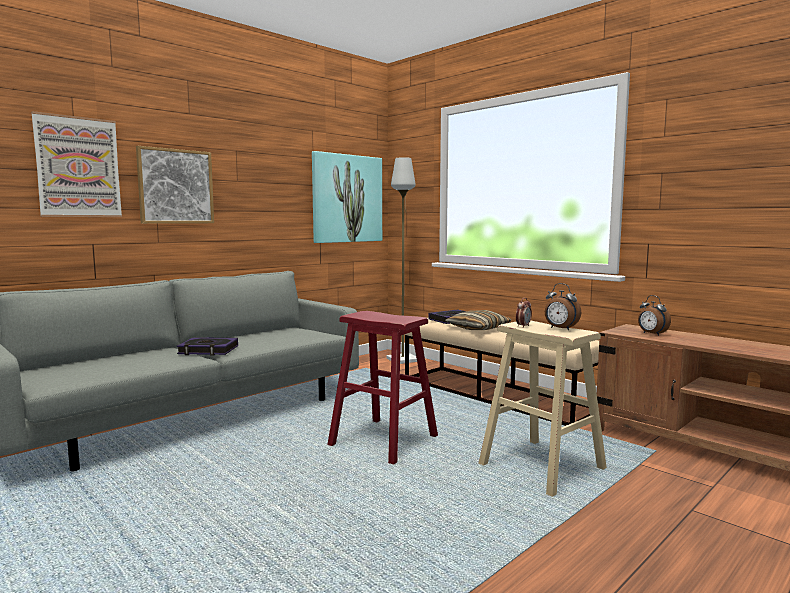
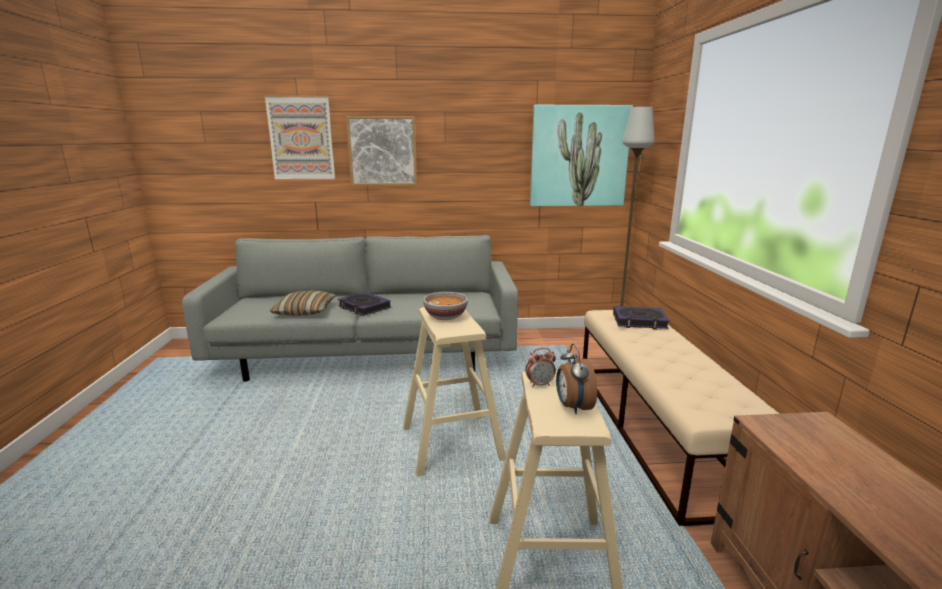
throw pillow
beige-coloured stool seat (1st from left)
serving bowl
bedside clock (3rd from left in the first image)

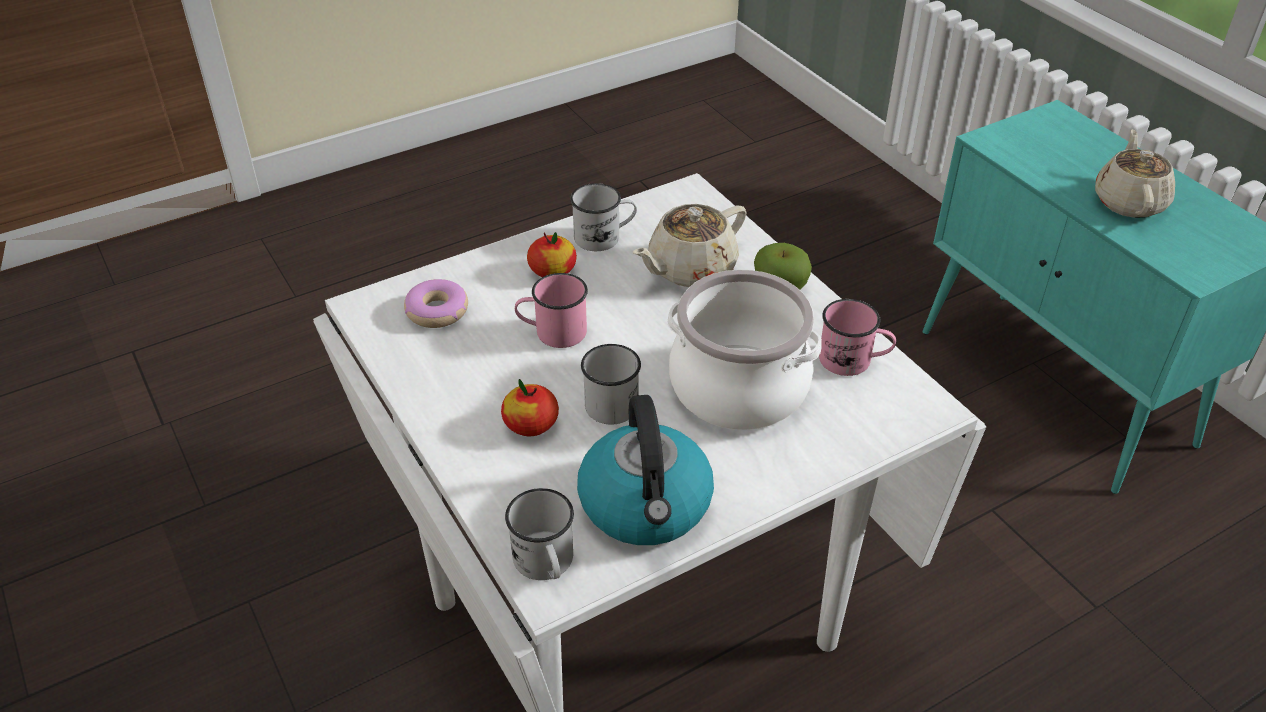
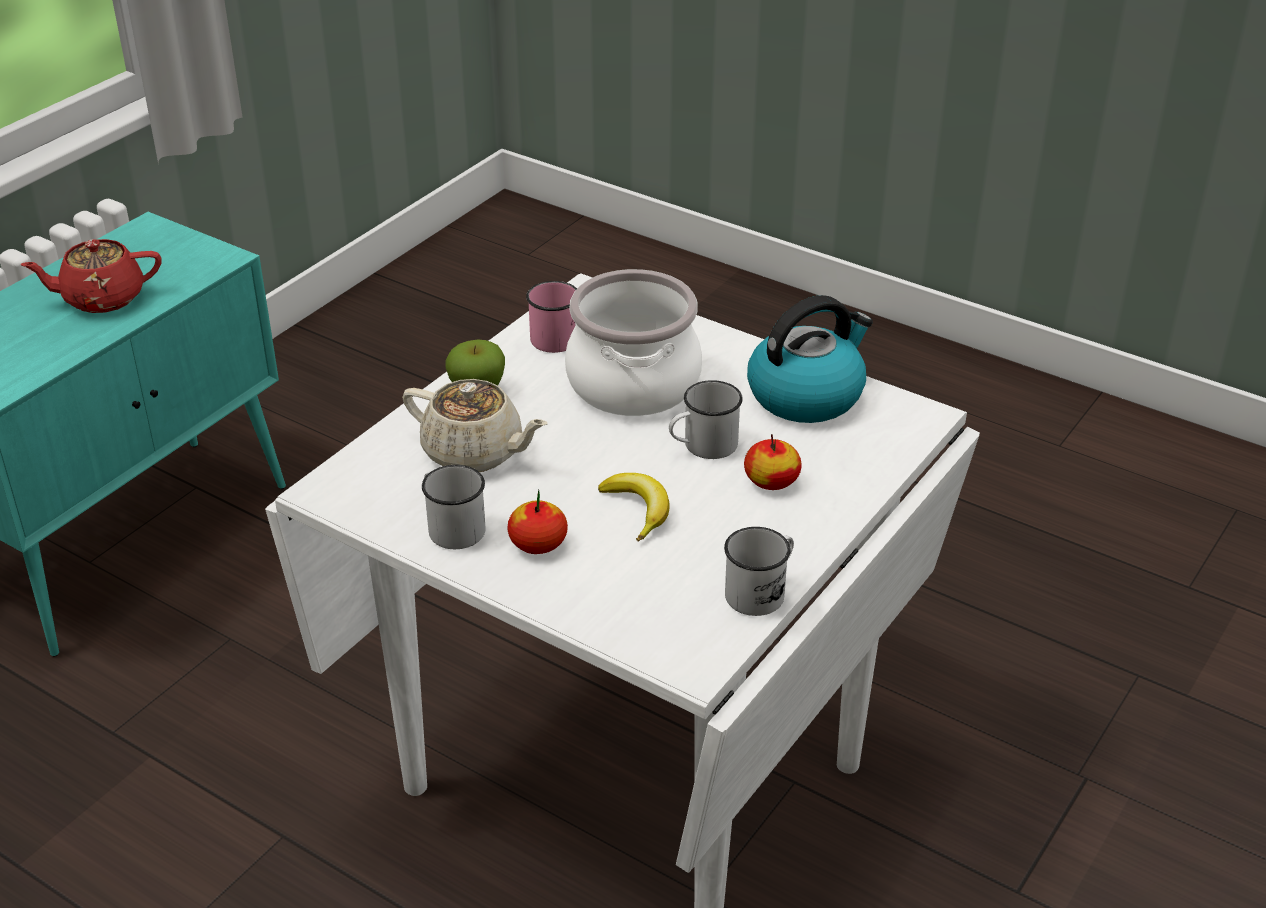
red teapot
banana
white-coloured coffee mug (3rd from left)
doughnut

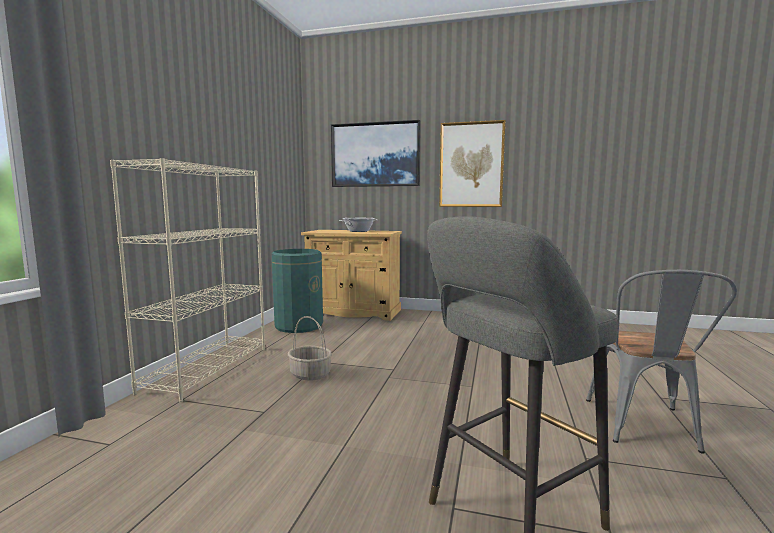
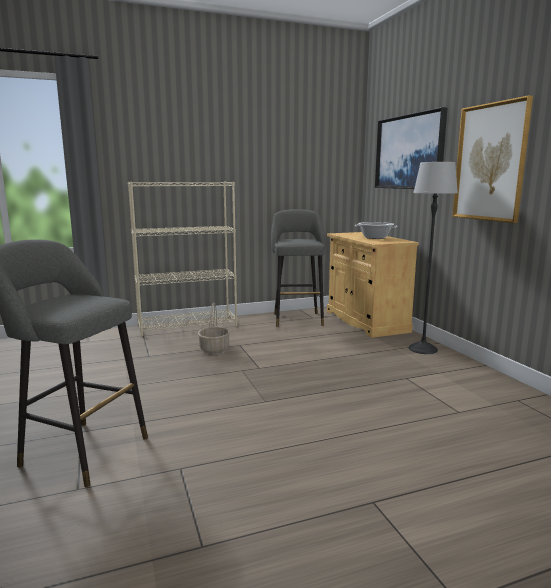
gray stool seat (2nd from left)
standard lamp
gray chair

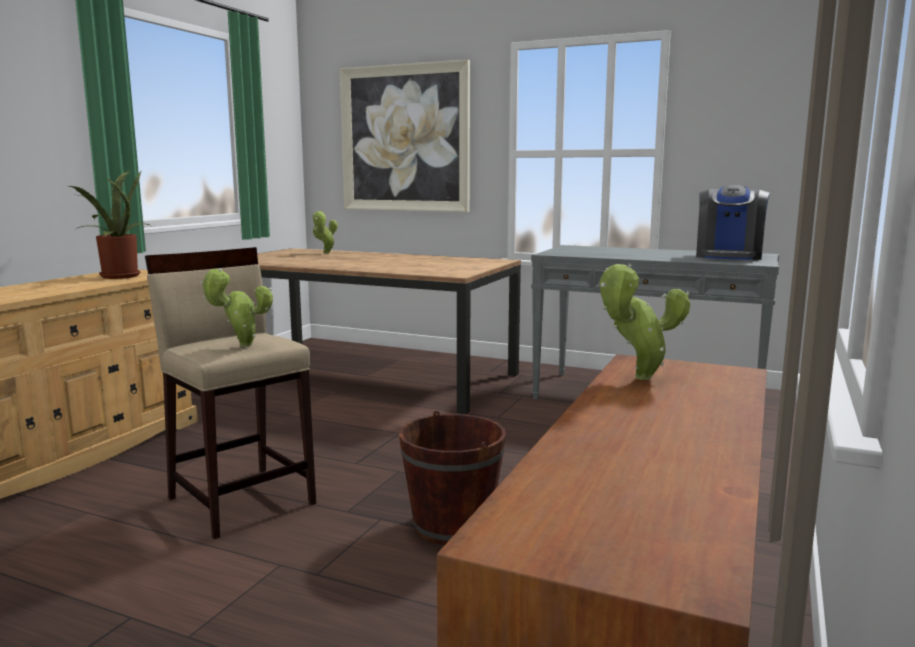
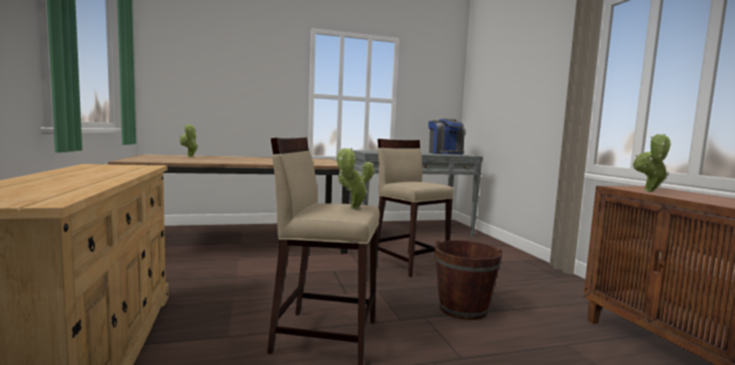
beige-coloured stool seat (2nd from left)
potted plant (1st from left in the first image)
wall art

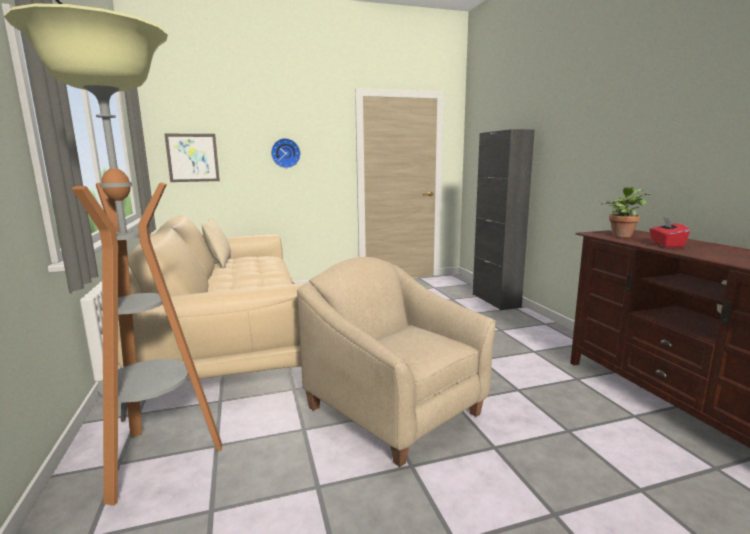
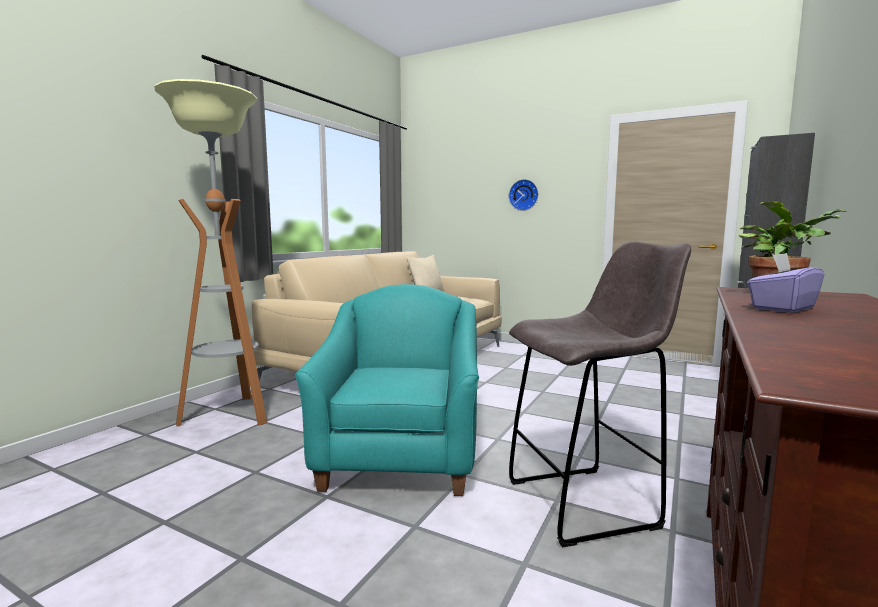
blue-green armchair
gray stool seat
purple-coloured tissue box
wall art

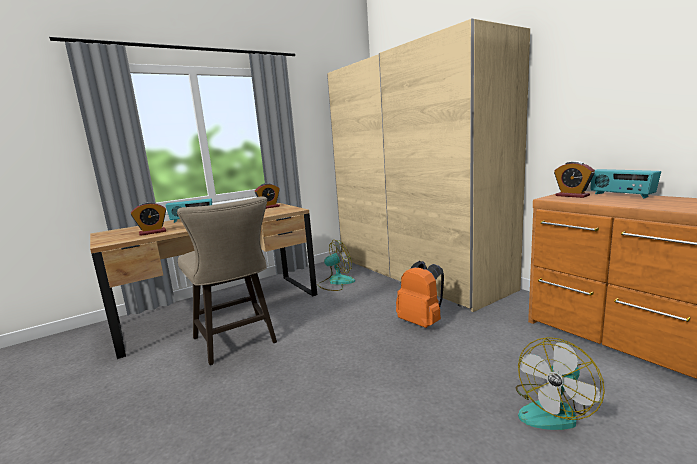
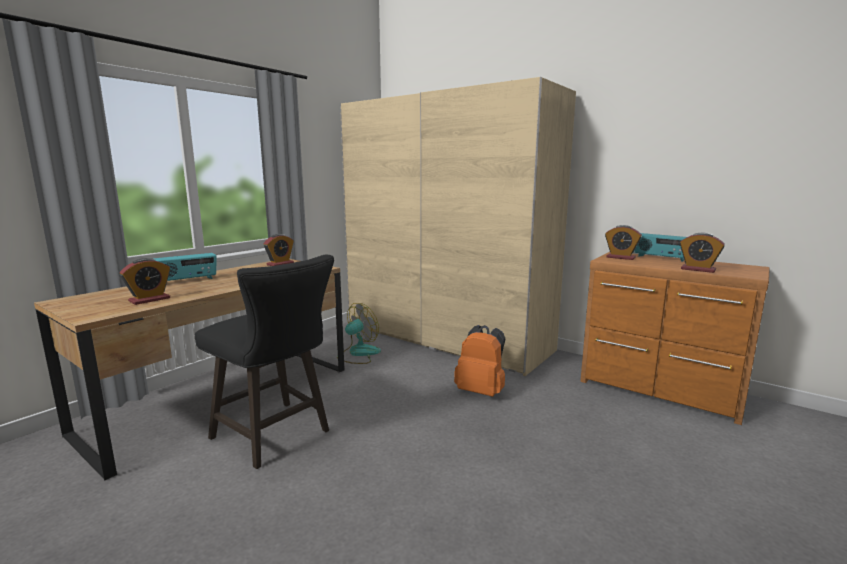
blackish stool seat
bedside clock (4th from left)
fan (2nd from left in the first image)

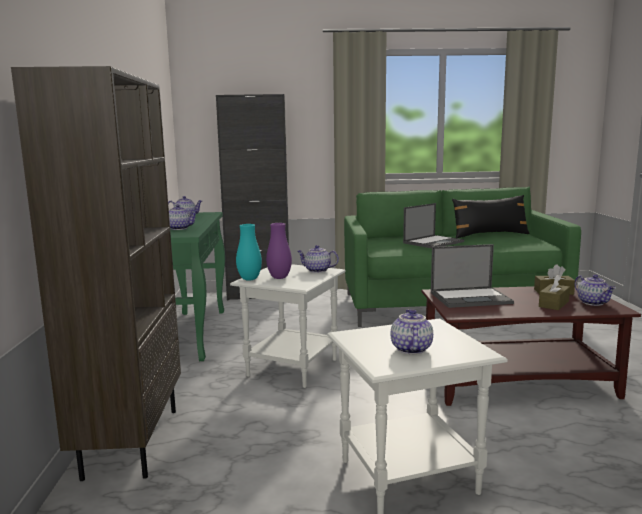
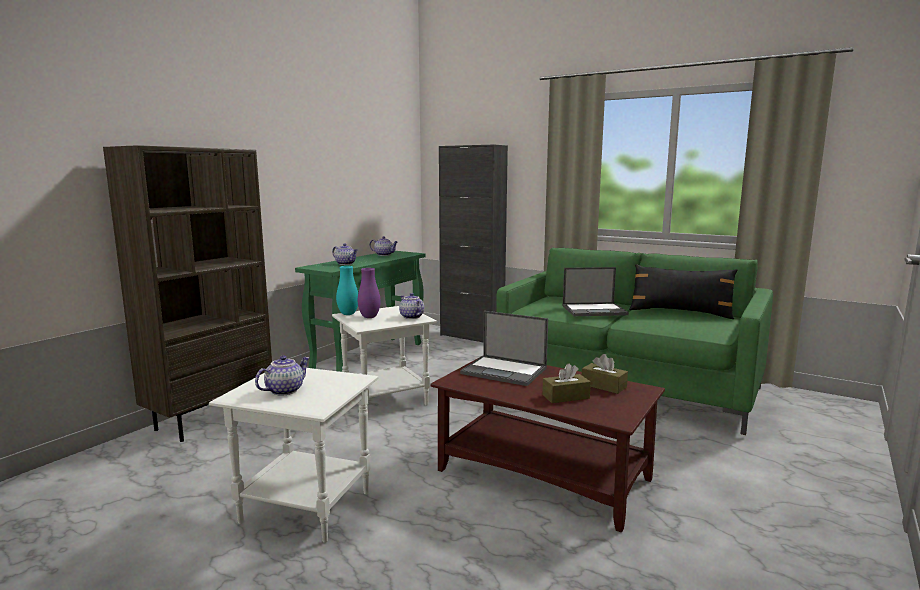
teapot (5th from left in the first image)

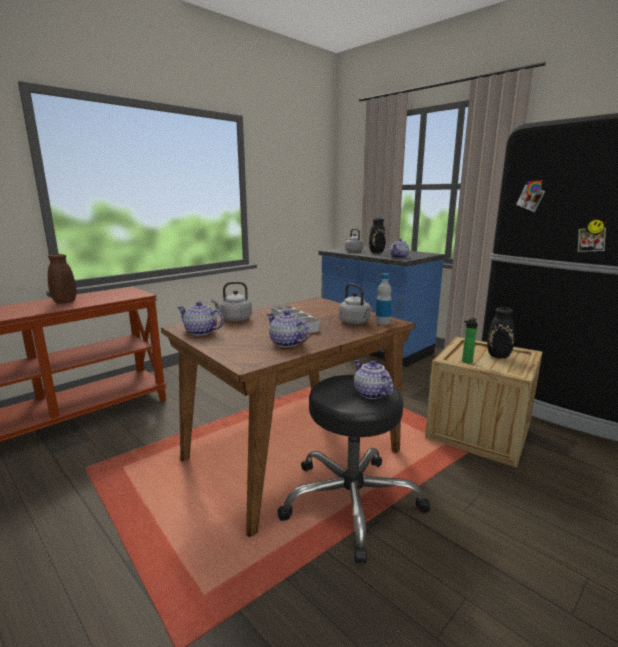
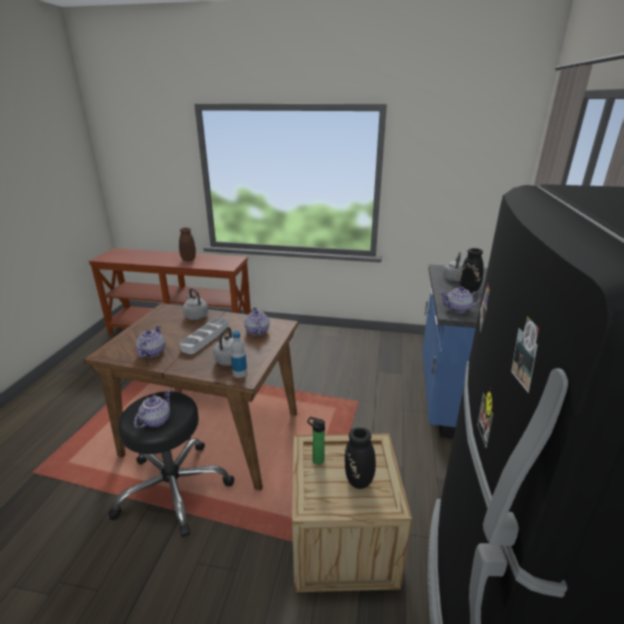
teapot (3rd from left)

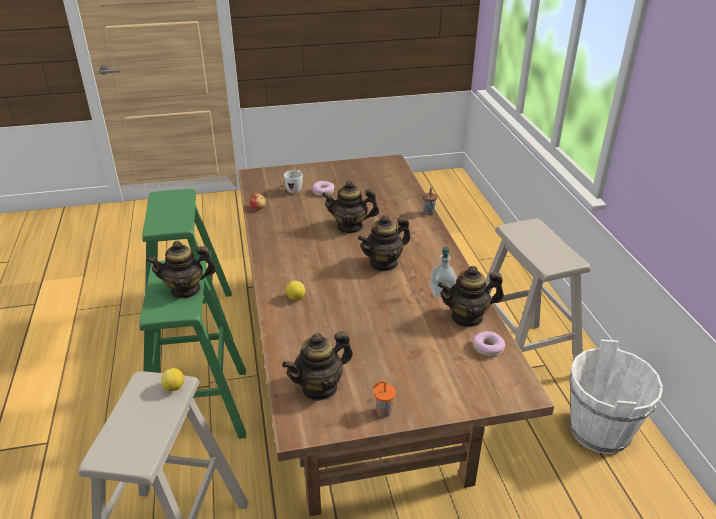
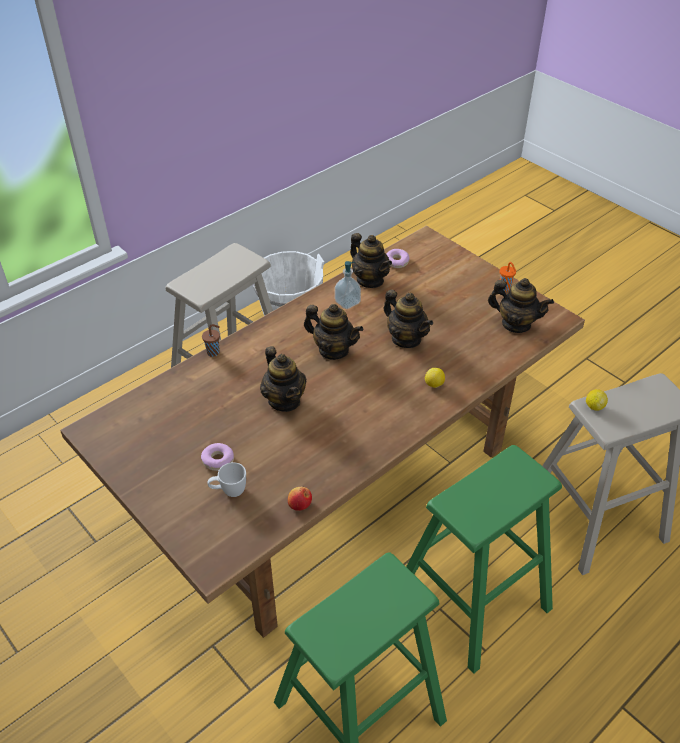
teapot (4th from left)

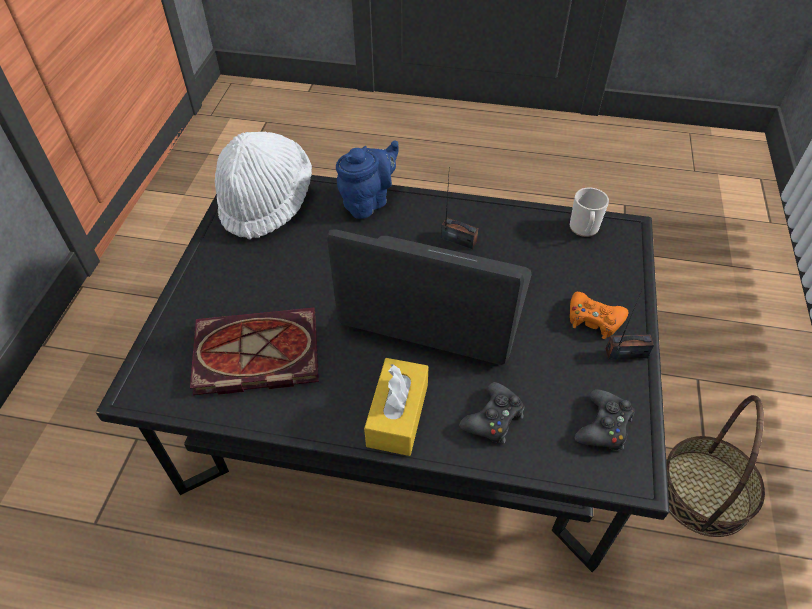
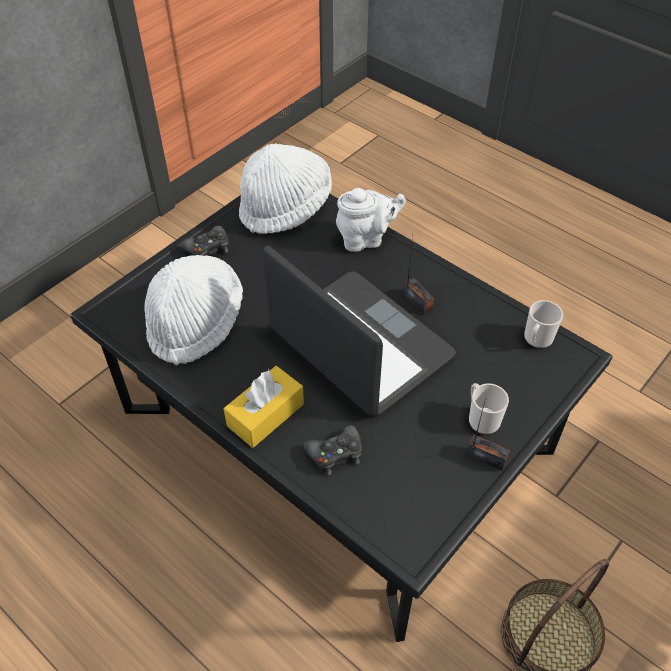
white-coloured hat (1st from left)
blackish gamepad (1st from left)
white-coloured teapot
coffee mug (1st from left)

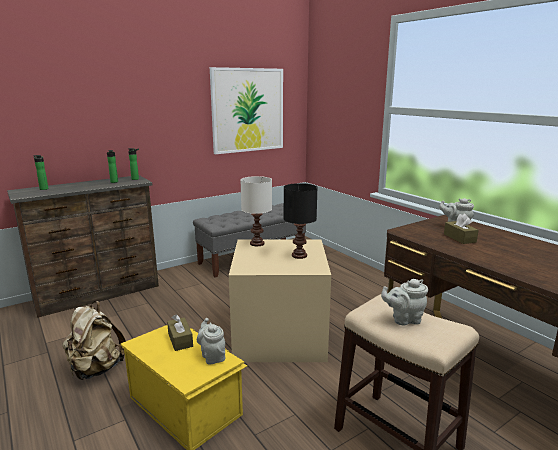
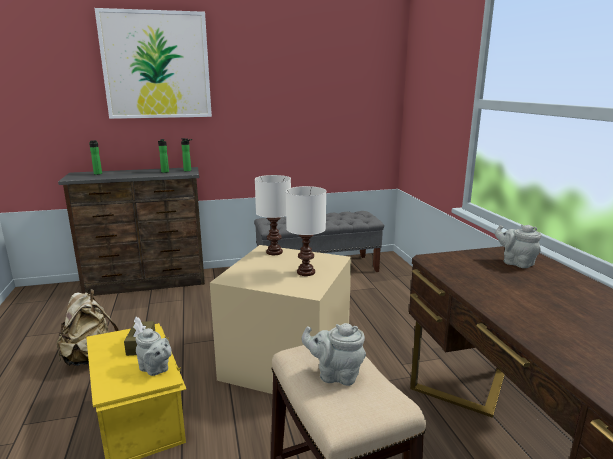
wall art
gray teapot (1st from left)
white-coloured tabletop lamp (2nd from left)
brownish tissue box (2nd from left in the first image)

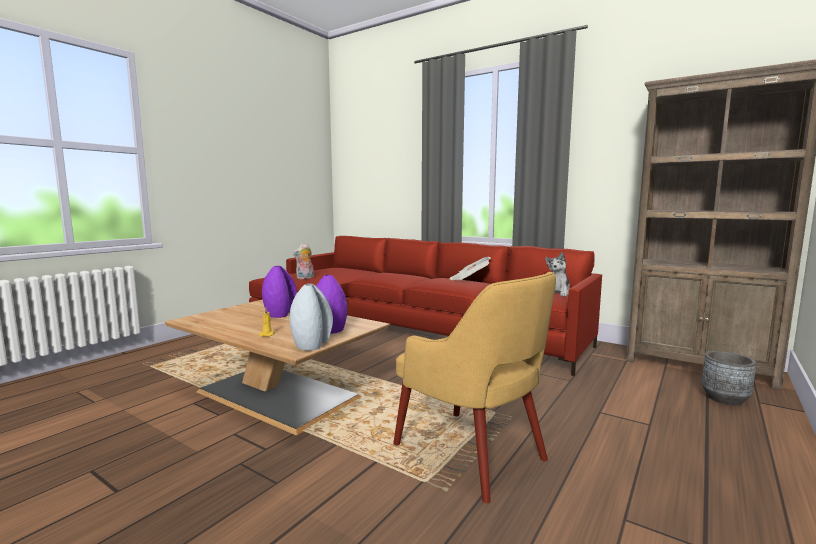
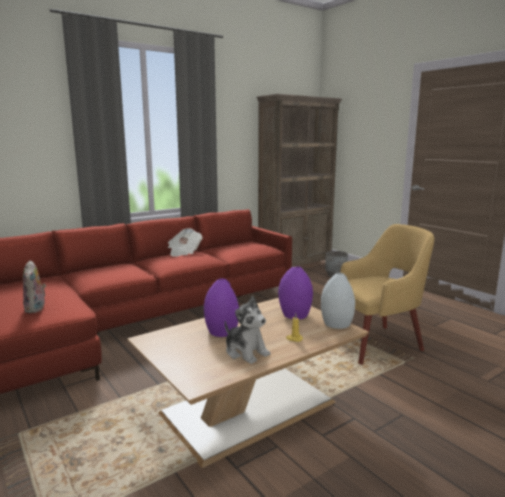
cuddly toy (2nd from left)

